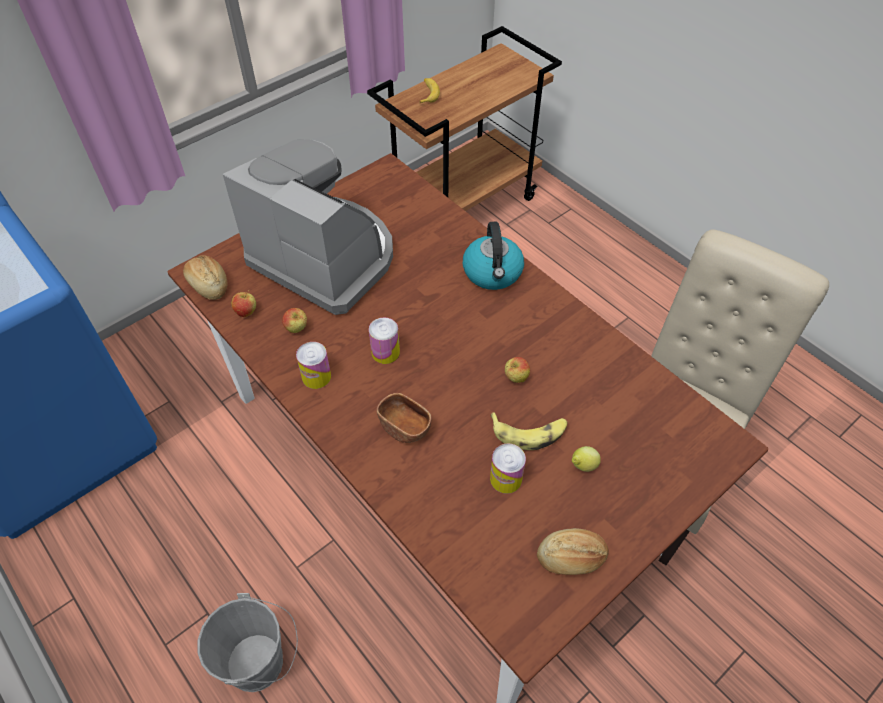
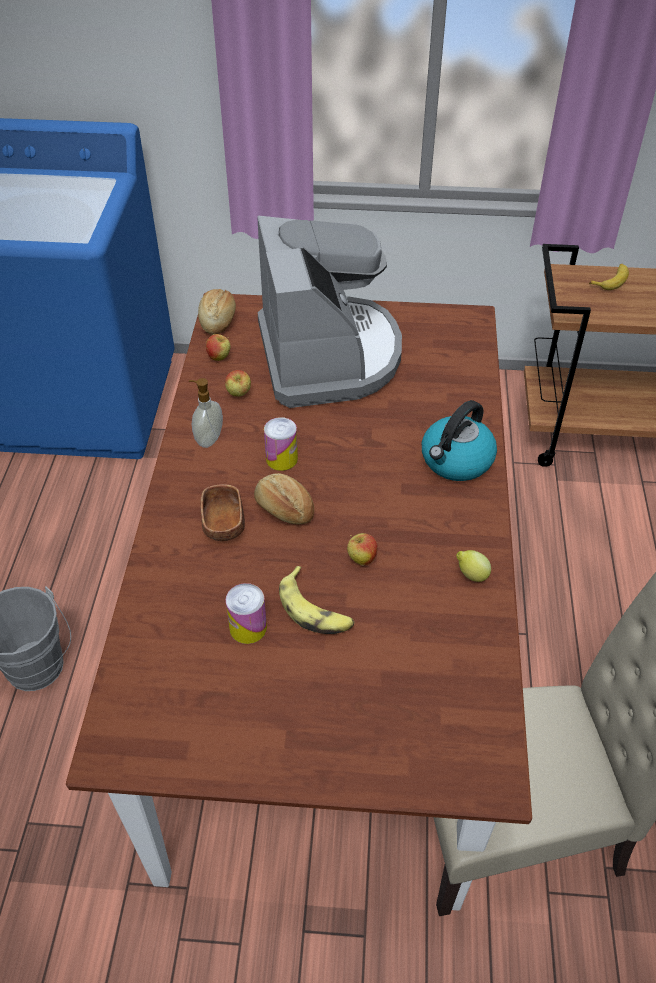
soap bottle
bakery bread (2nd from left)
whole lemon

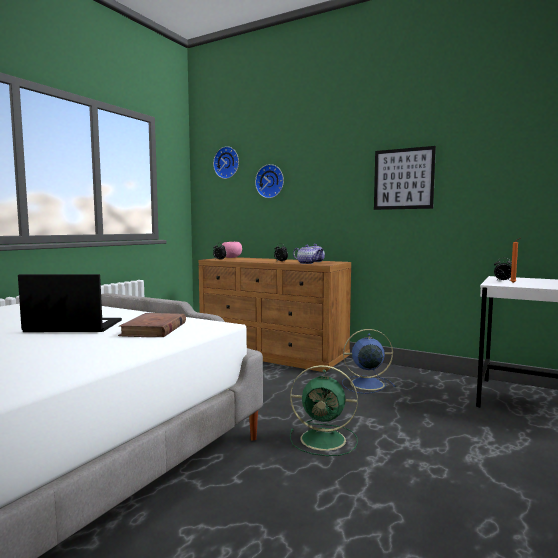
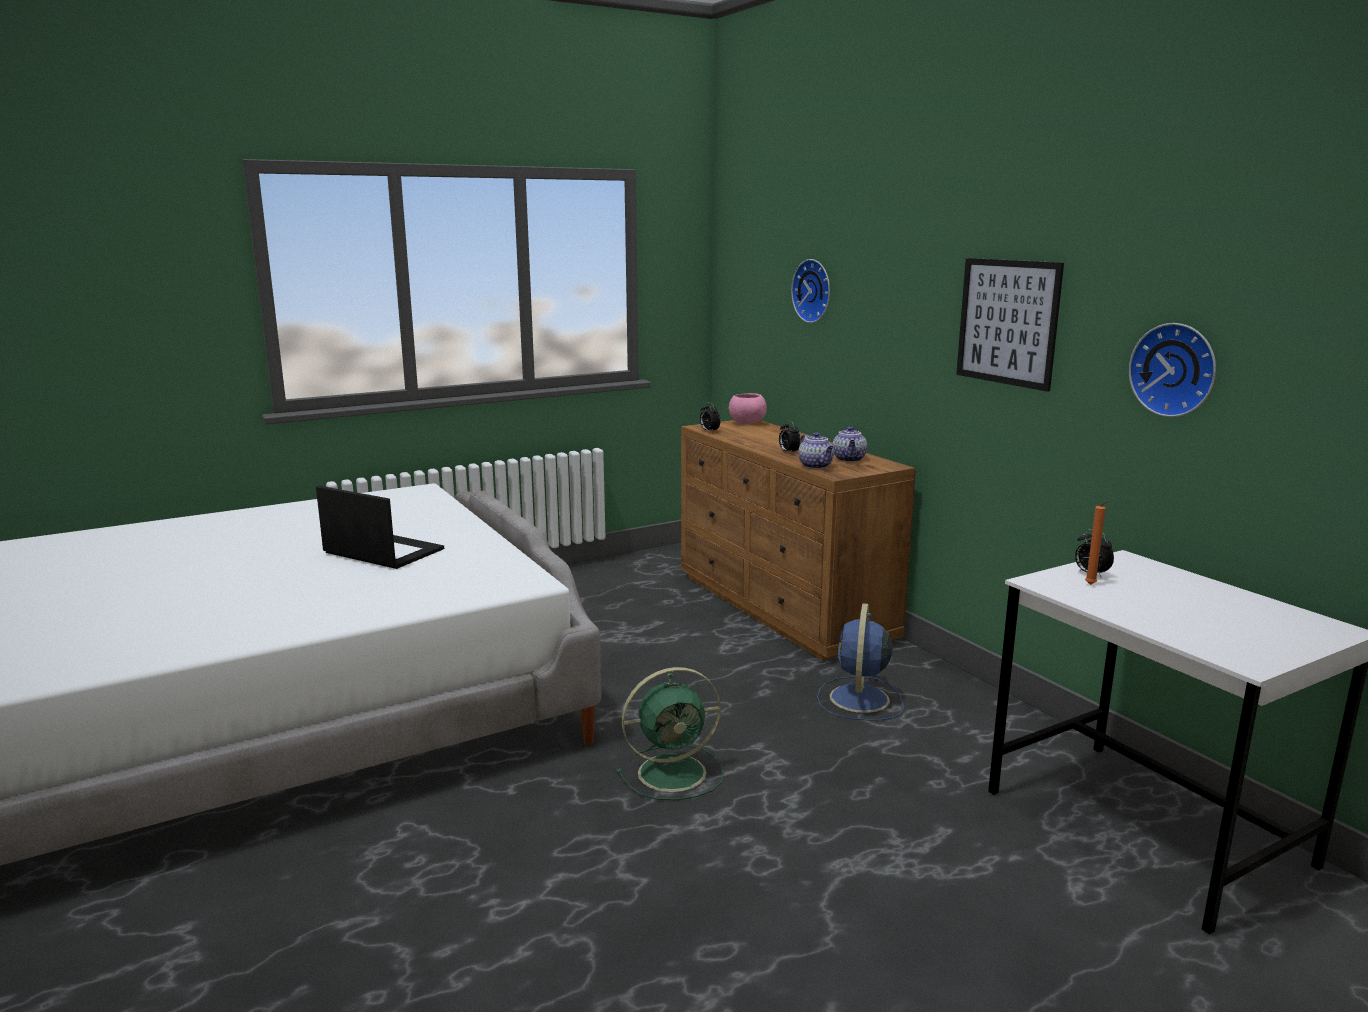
greenish fan
blue fan
wall clock (2nd from left)
brownish volume

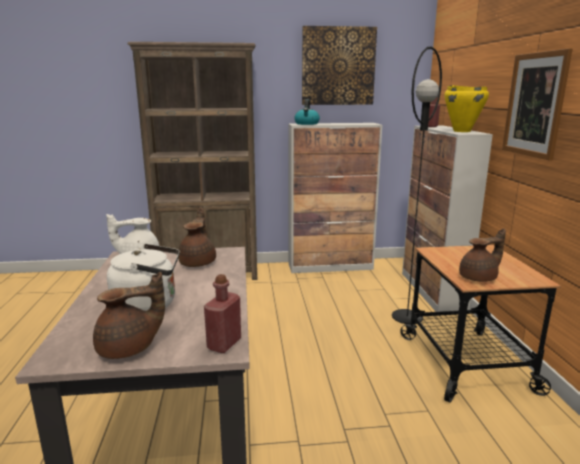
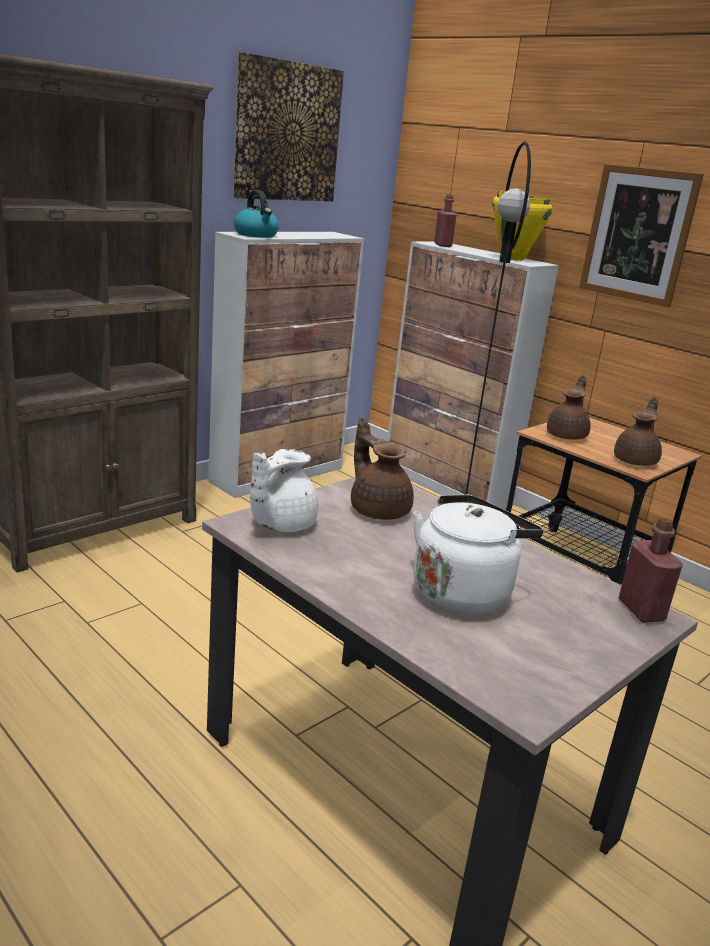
brownish teapot (2nd from left)

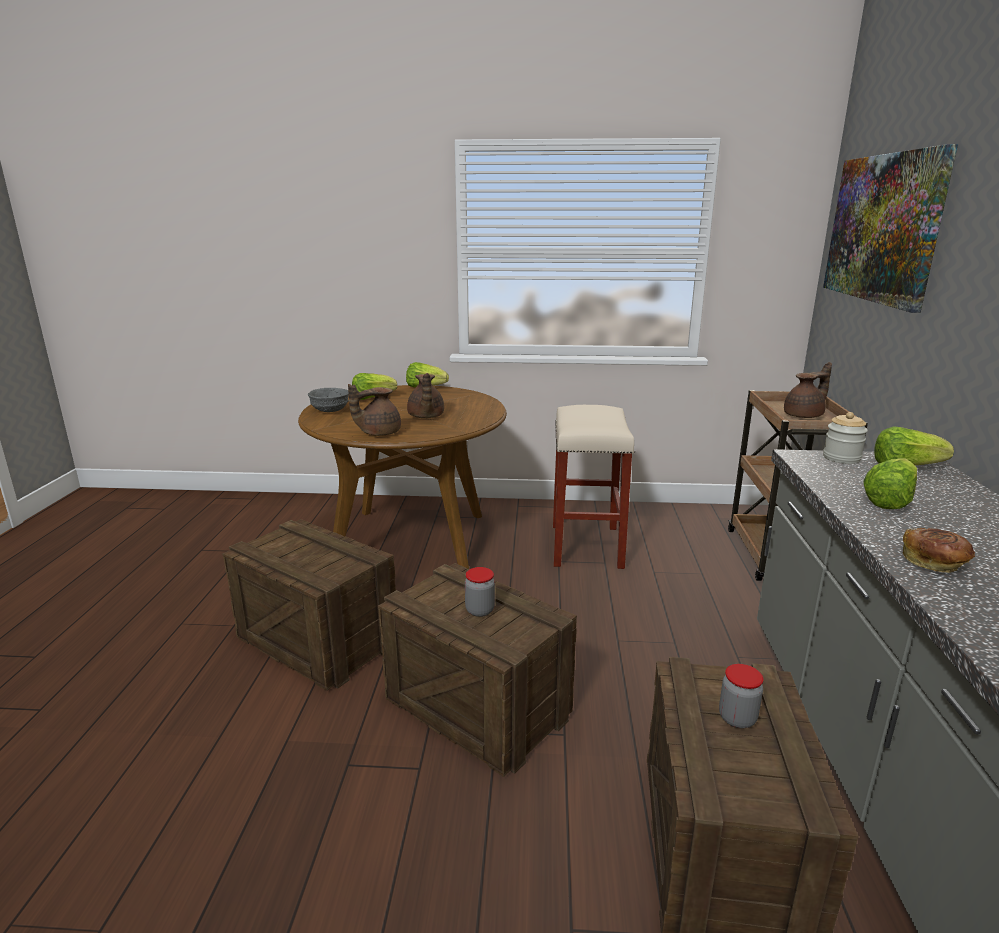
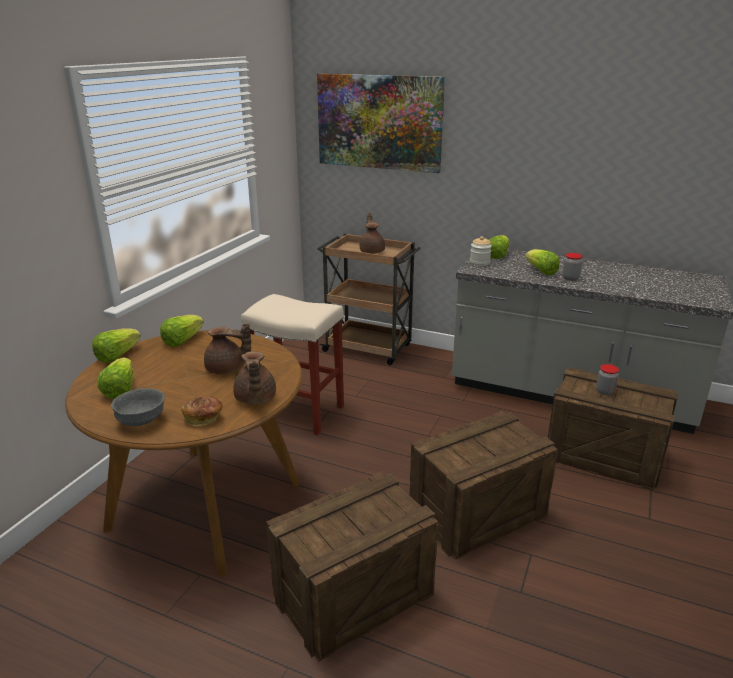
lettuce (3rd from left)
bakery bread
jar (2nd from left)

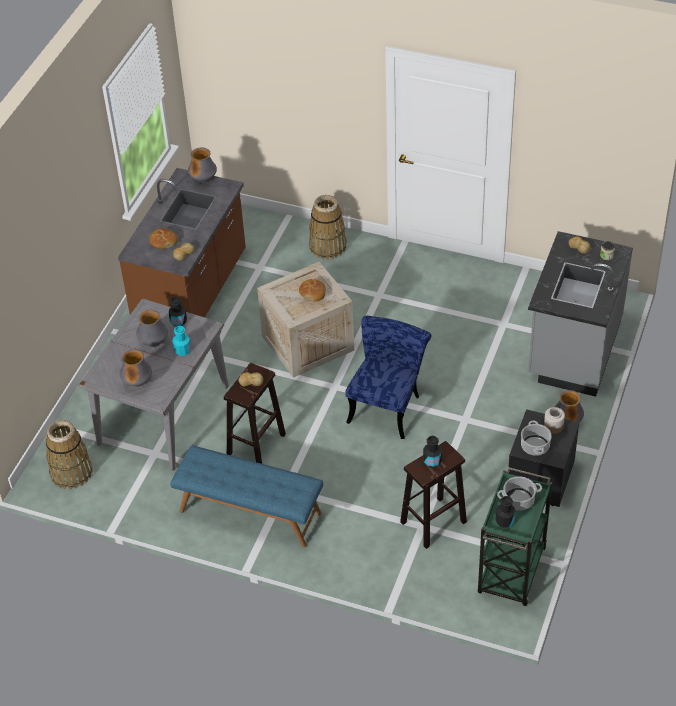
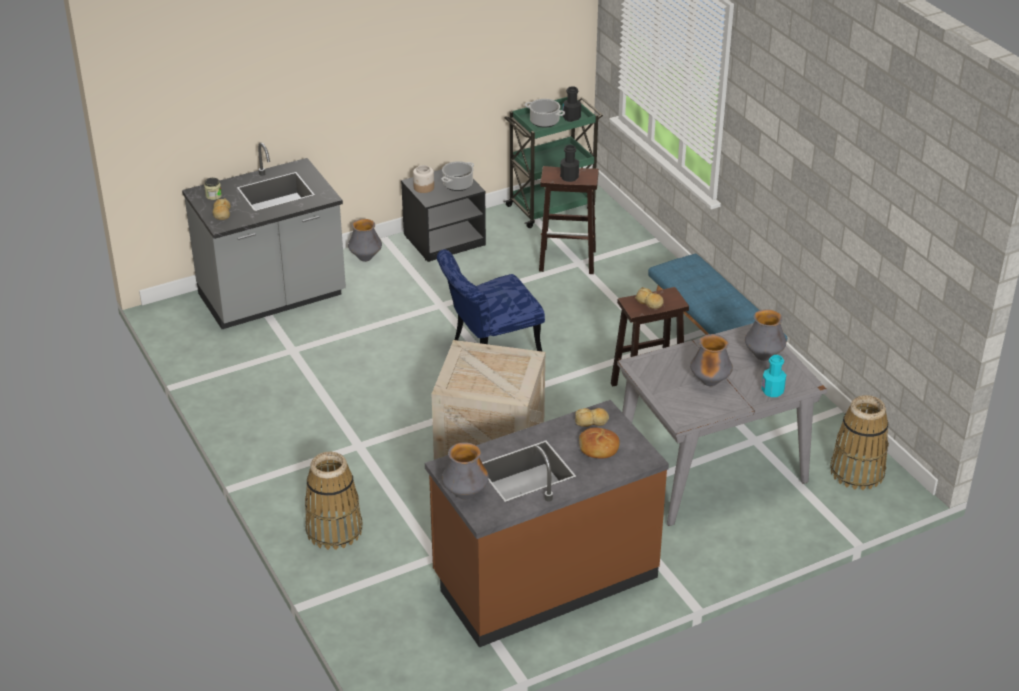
blue-green bottle
blackish bottle (1st from left in the first image)
bakery bread (4th from left in the first image)

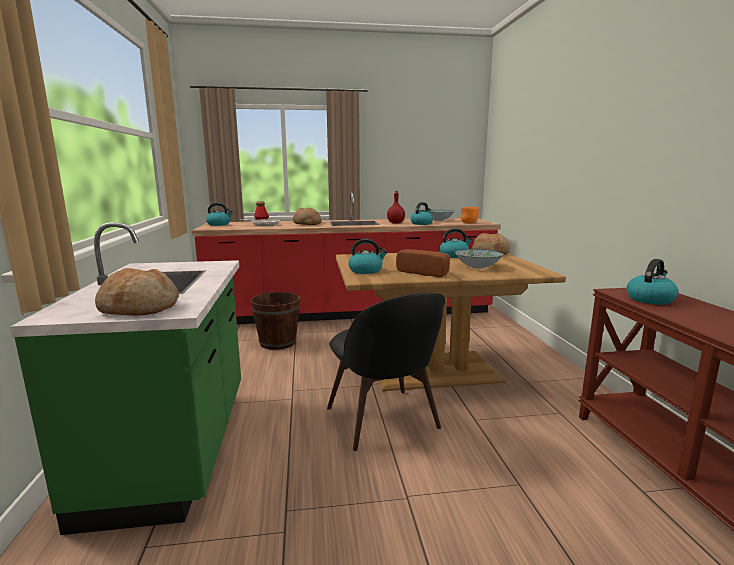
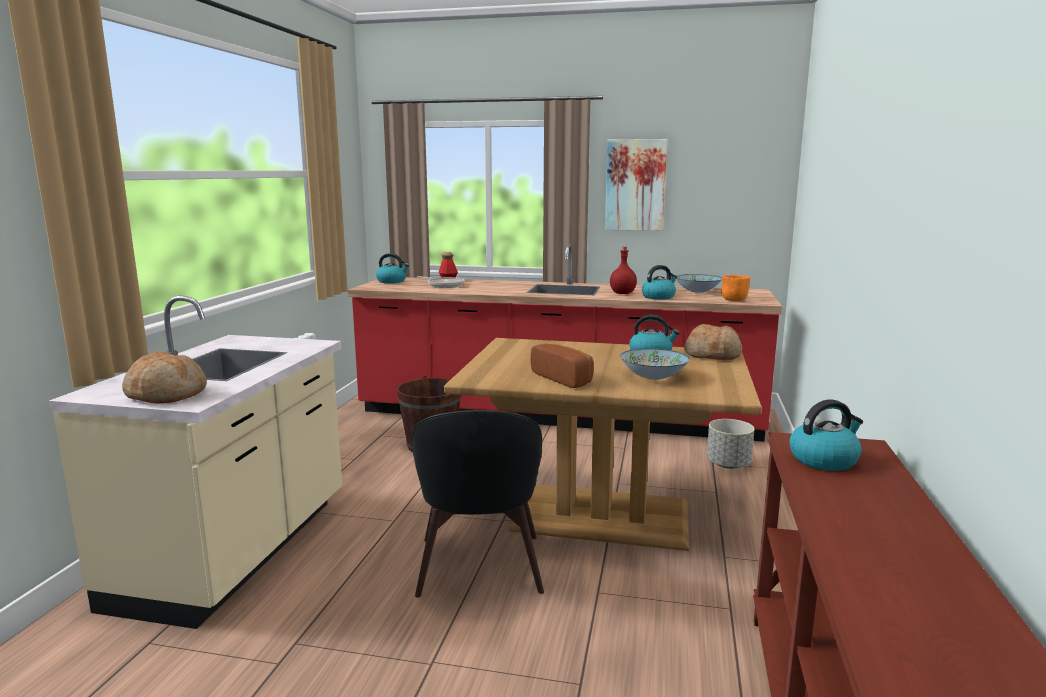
beige-coloured kitchen counter
wall art
gray planter
bakery bread (2nd from left in the first image)
tea kettle (2nd from left in the first image)

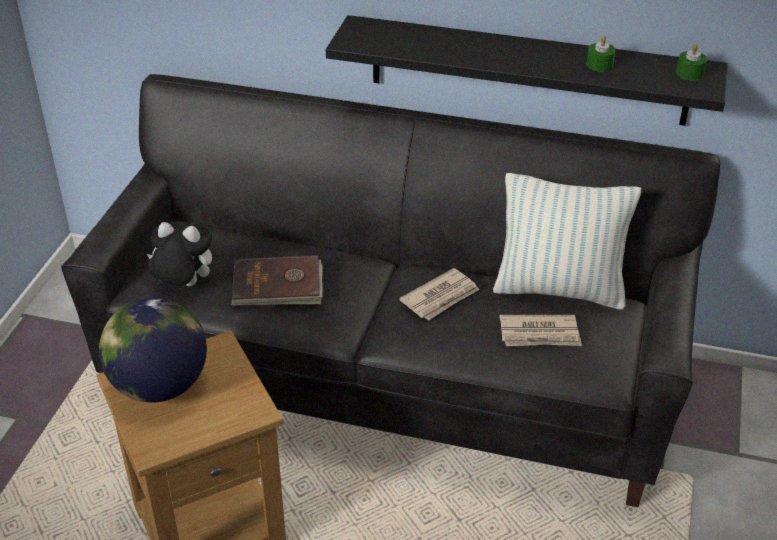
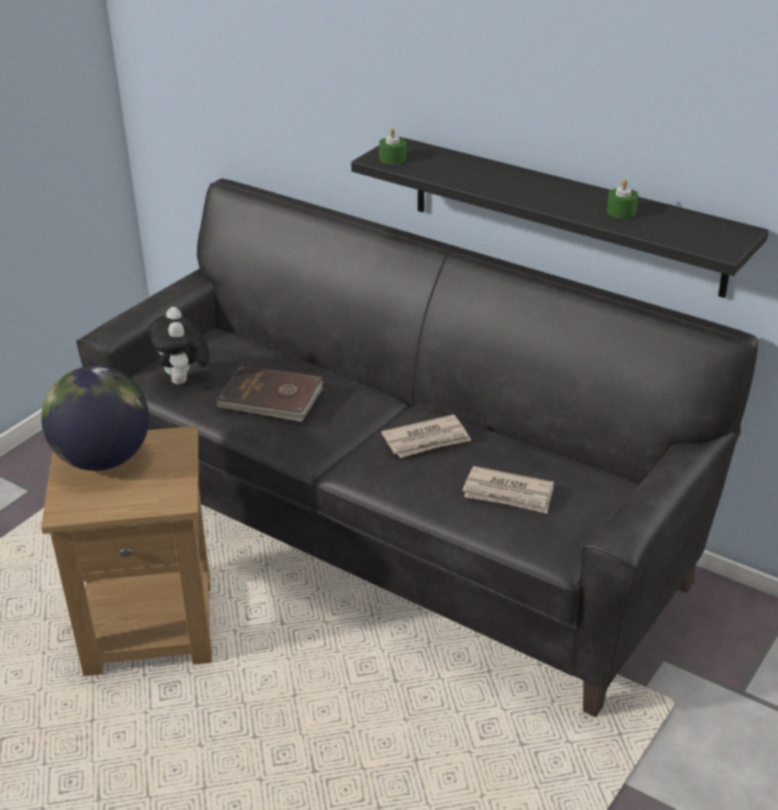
cuddly toy
greenish wax light (1st from left)
throw pillow

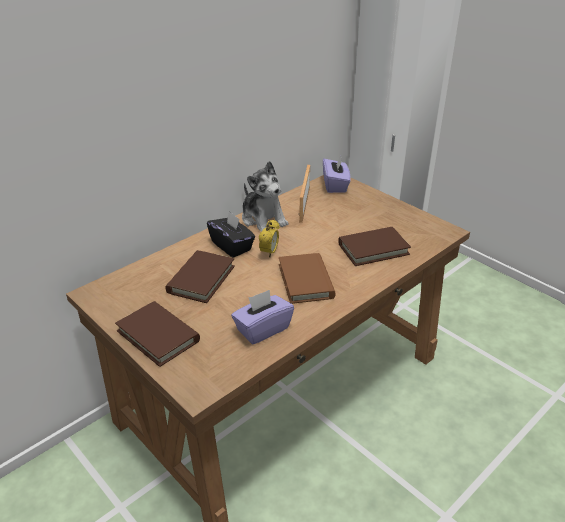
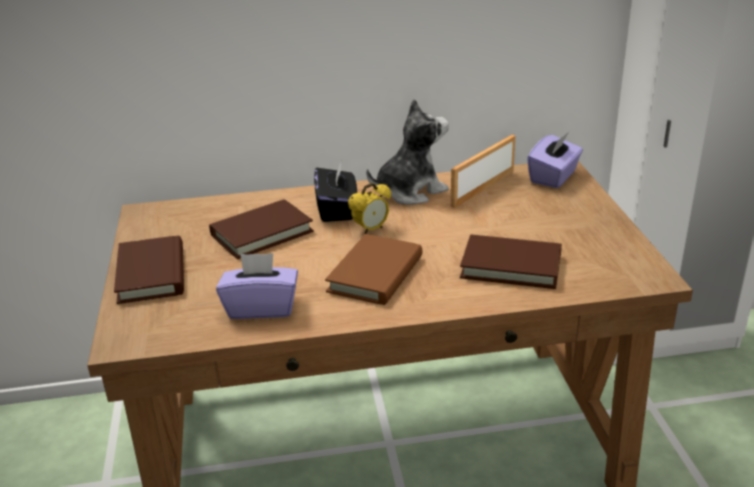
cuddly toy

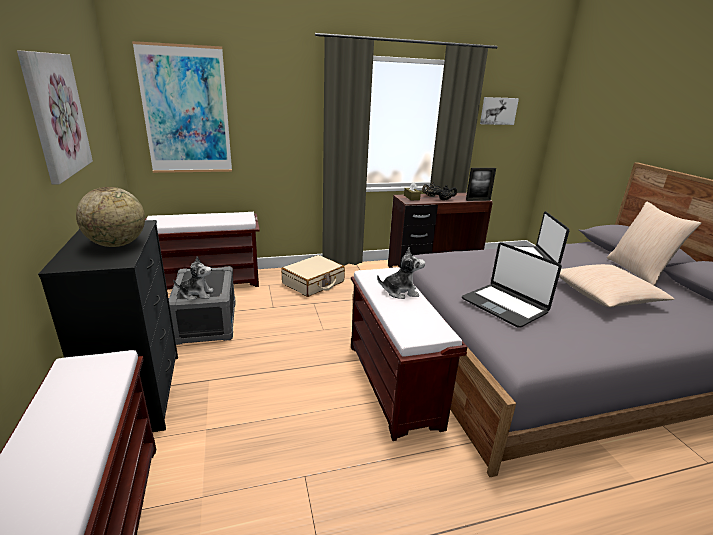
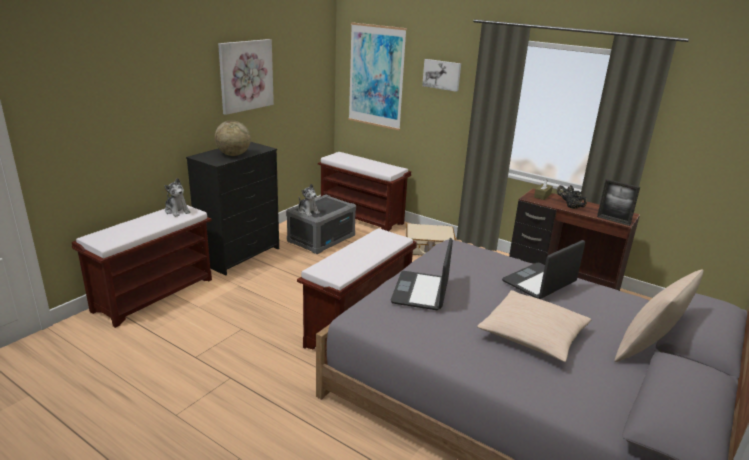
cuddly toy (1st from left)
wall art (3rd from left)

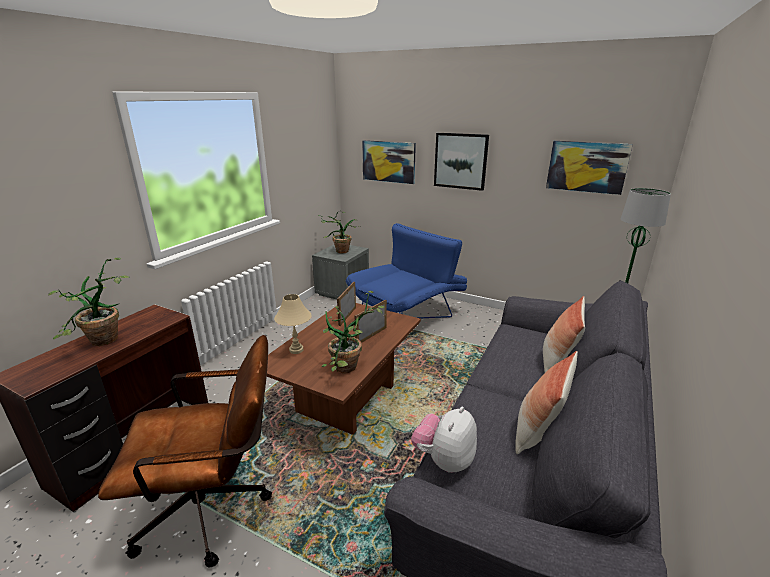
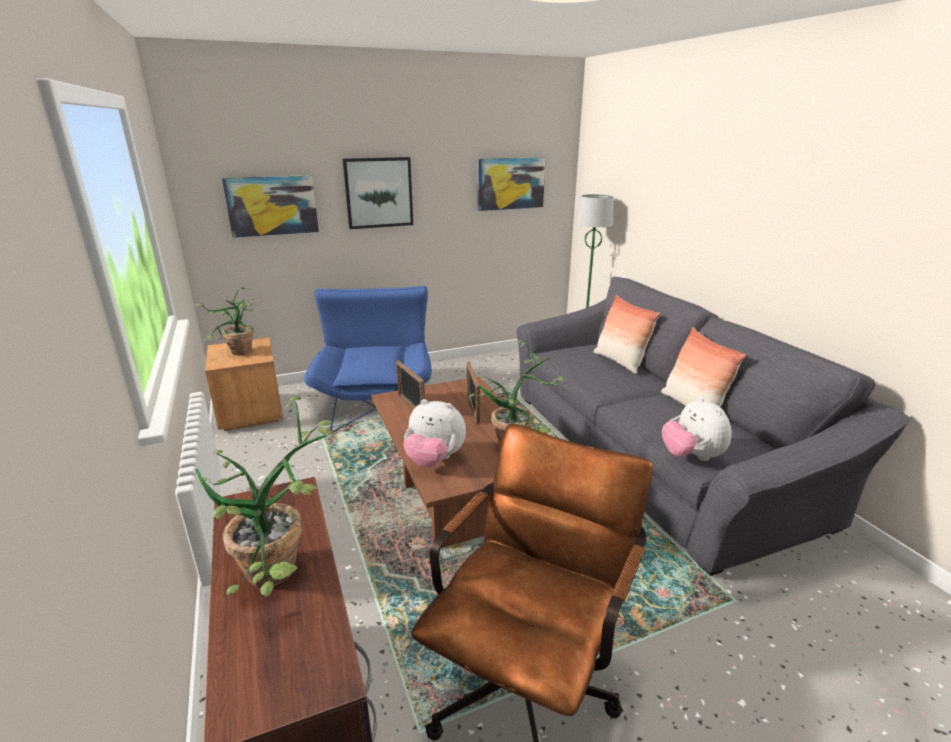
brownish night table
cuddly toy (1st from left)

